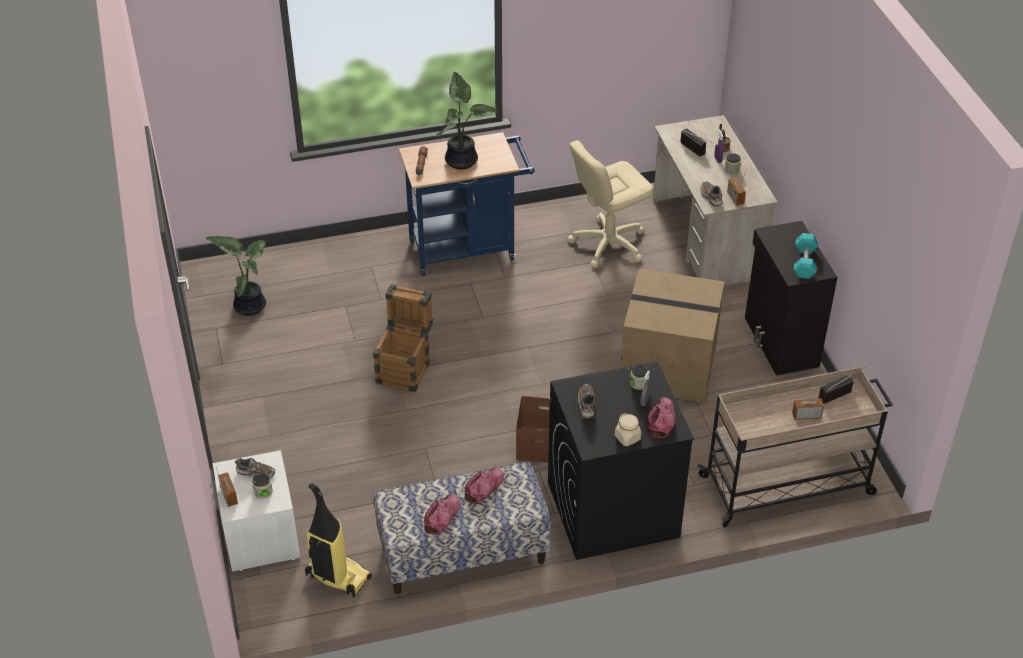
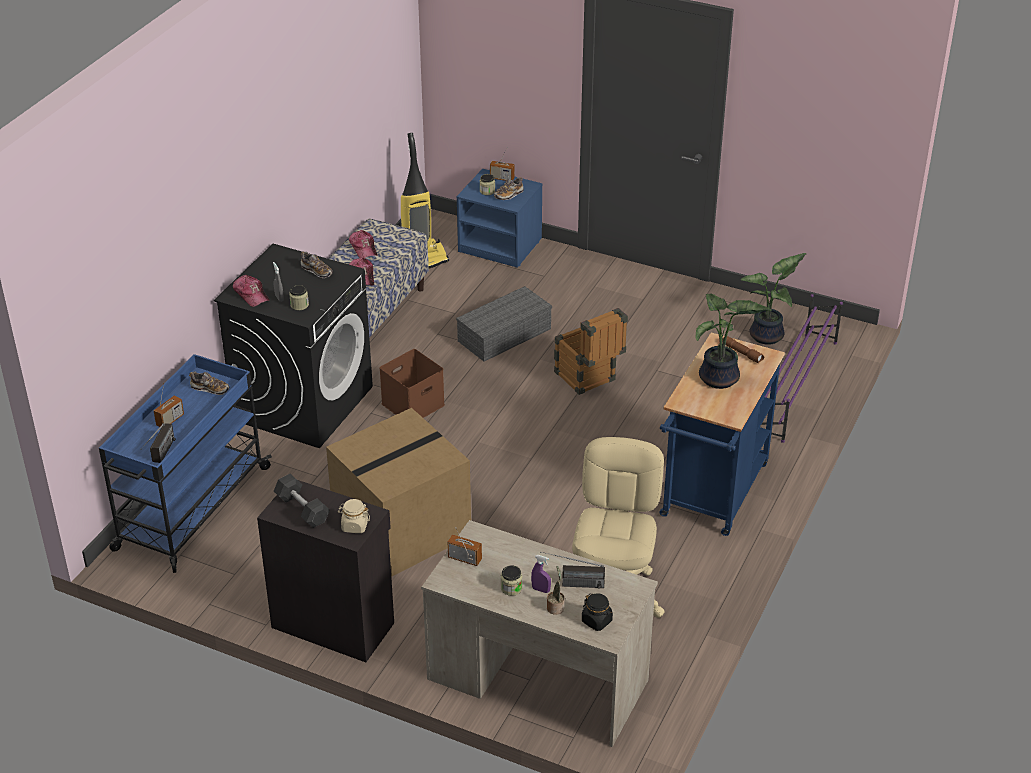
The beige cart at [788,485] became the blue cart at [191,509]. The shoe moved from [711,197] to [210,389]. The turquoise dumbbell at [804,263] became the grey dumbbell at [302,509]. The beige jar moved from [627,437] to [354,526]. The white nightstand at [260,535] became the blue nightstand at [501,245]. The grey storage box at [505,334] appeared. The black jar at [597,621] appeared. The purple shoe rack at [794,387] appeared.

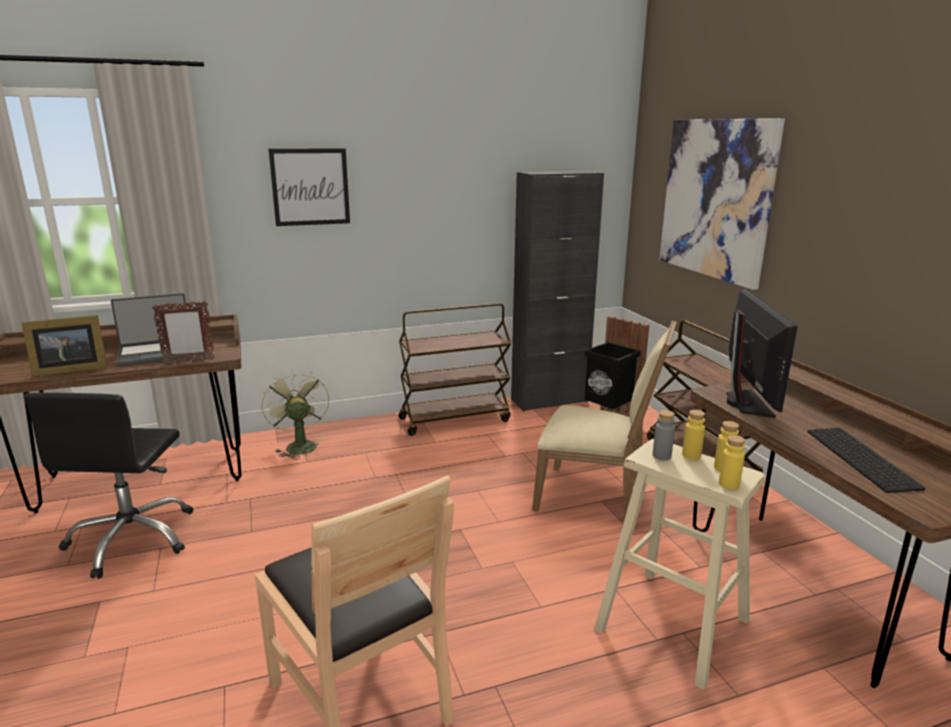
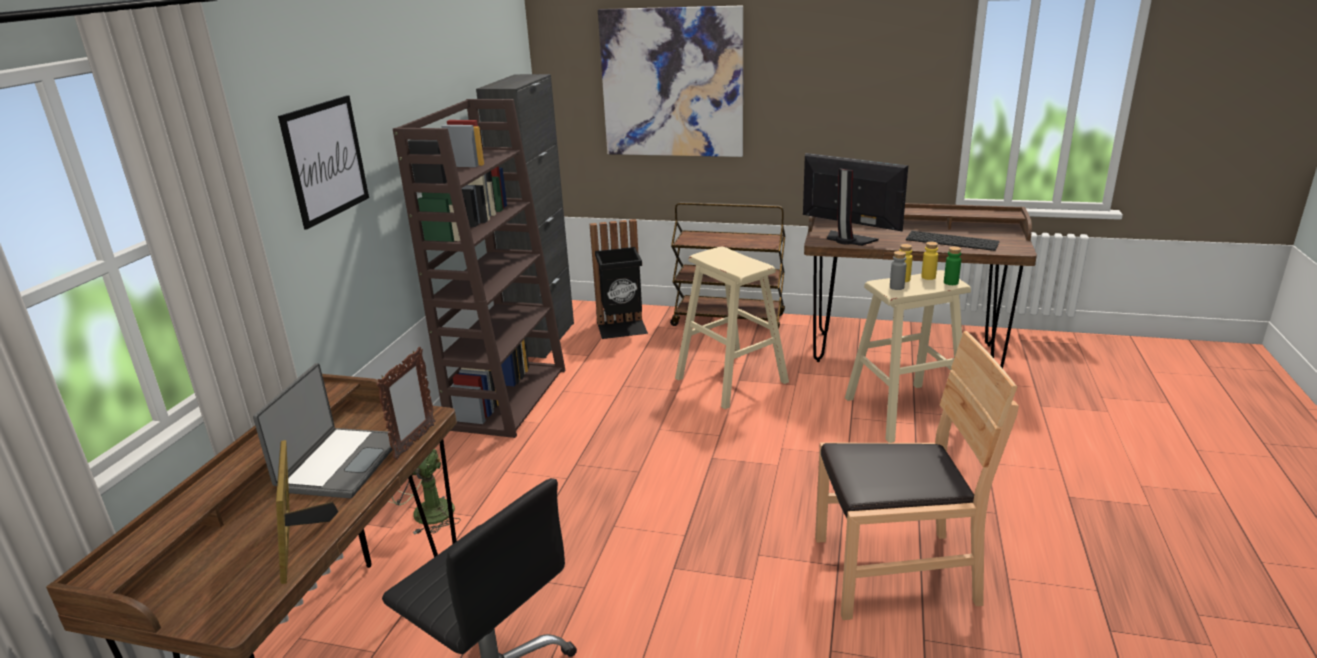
The picture frame at [69,370] turned 150 degrees clockwise. The brown cart at [455,419] was replaced by the brown bookcase at [508,397]. The beige chair at [595,497] was replaced by the beige stool at [731,380]. The yellow bottle at [729,484] became the green bottle at [951,282].

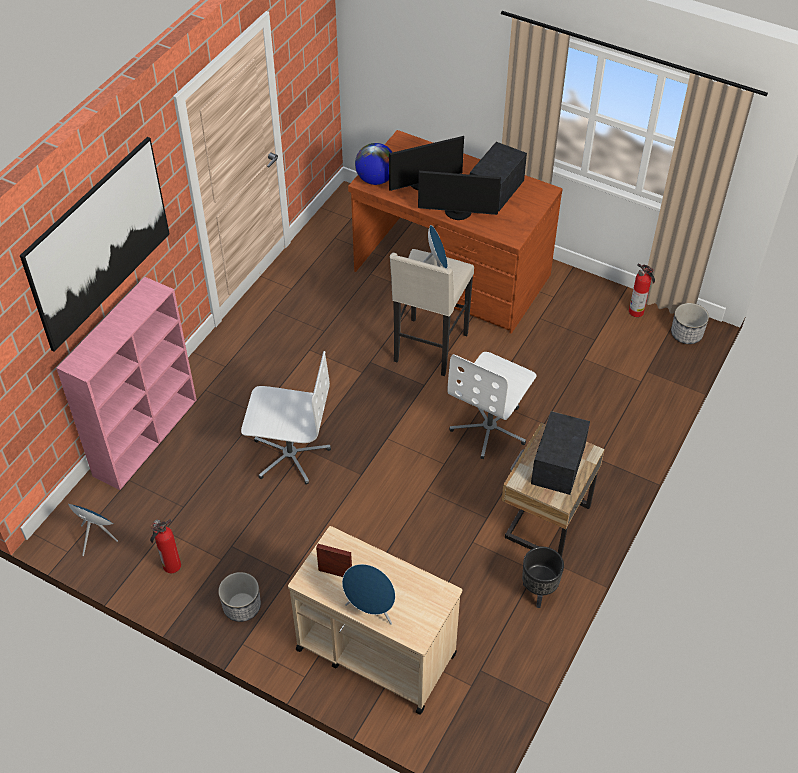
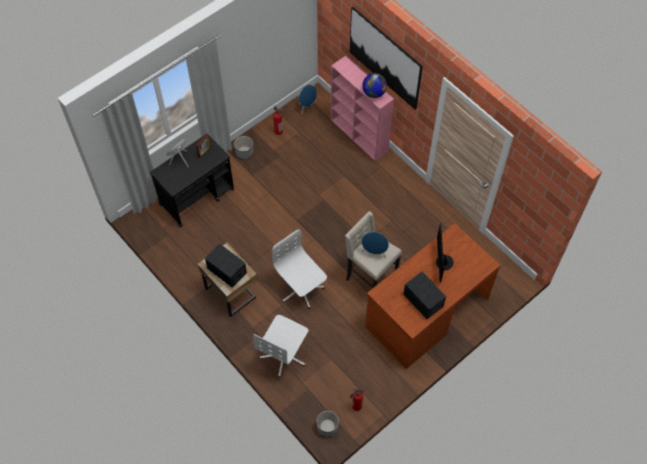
The beige cart at [375,651] became the black cart at [197,196]. The white office chair moved from [290,454] to [284,355]. The globe moved from [375,179] to [374,93]. The monitor at [458,213] disappeared. The black planter at [538,593] disappeared.

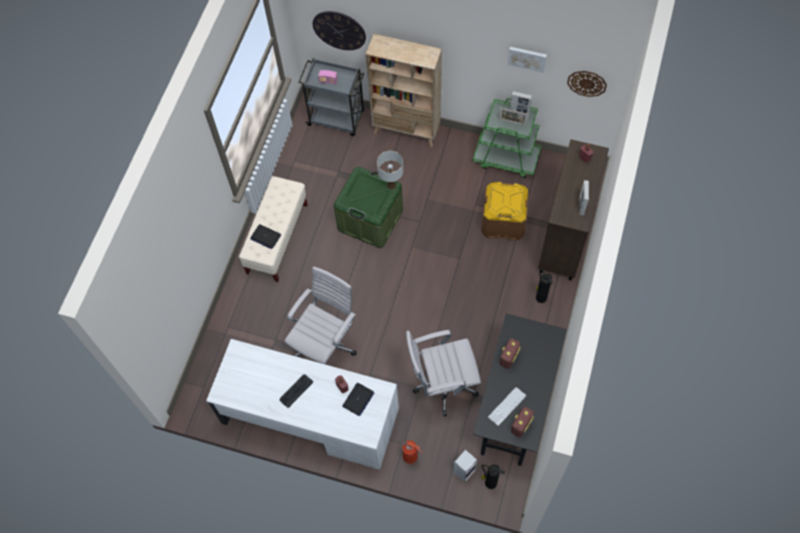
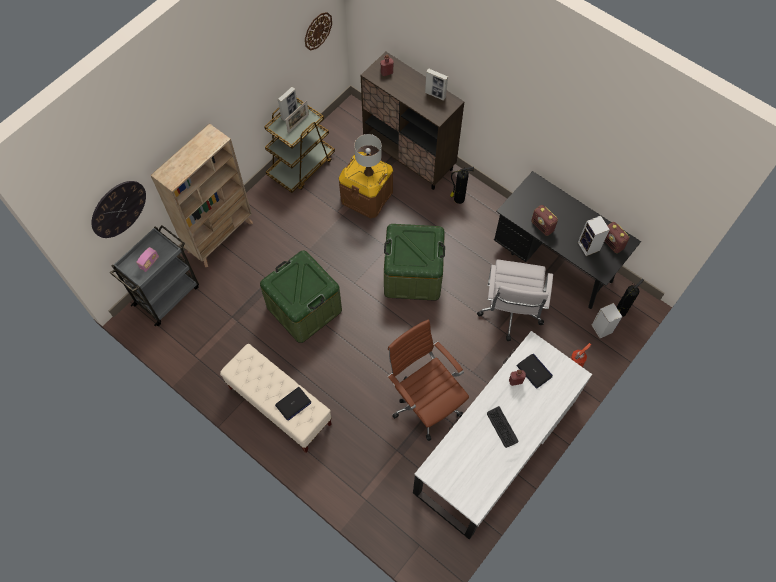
The green cart at [506,158] became the brown cart at [301,166]. The white table lamp moved from [391,185] to [368,172]. The green storage box at [413,275] appeared. The white office chair at [326,345] became the brown office chair at [424,402]. The keyboard at [507,406] was replaced by the speaker at [589,247]. The picture at [527,58] disappeared.

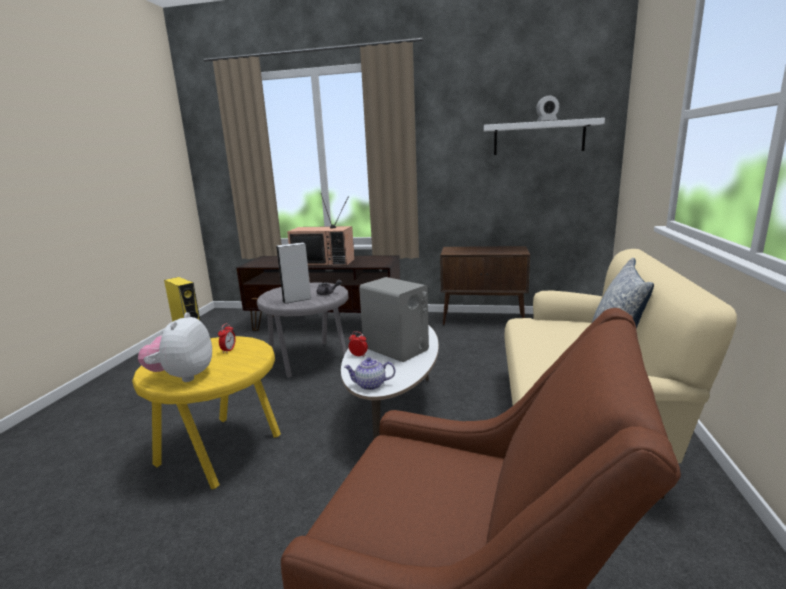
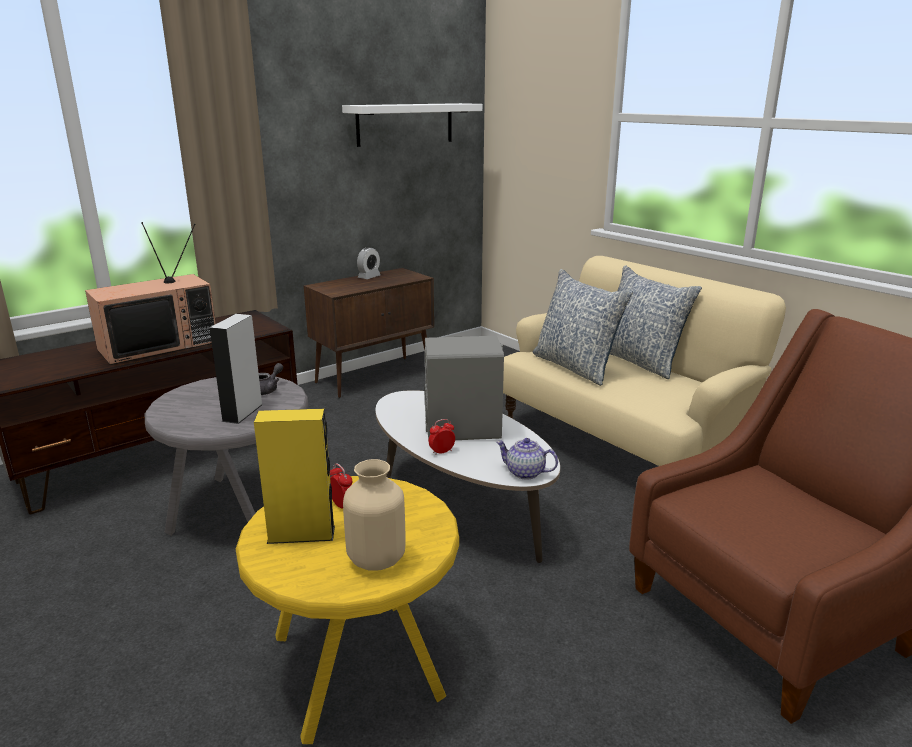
The plush toy at [183,376] was replaced by the beige vase at [377,559]. The alarm clock moved from [547,121] to [369,277]. The teapot at [370,385] turned 75 degrees clockwise. The pillow at [576,367] appeared.

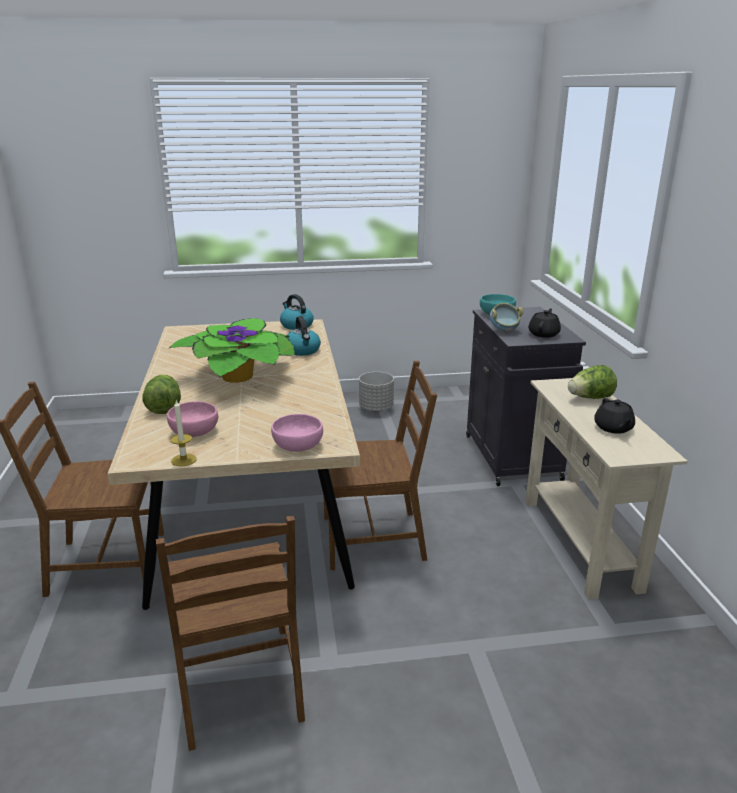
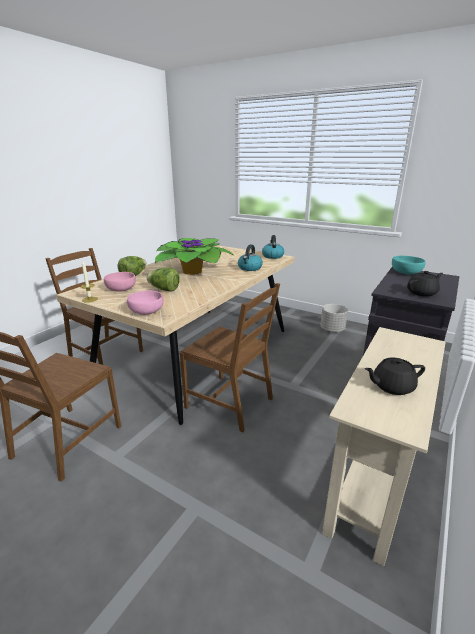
The lettuce moved from [590,398] to [164,289]. The black teapot at [613,428] turned 45 degrees clockwise. The bowl at [503,331] disappeared.

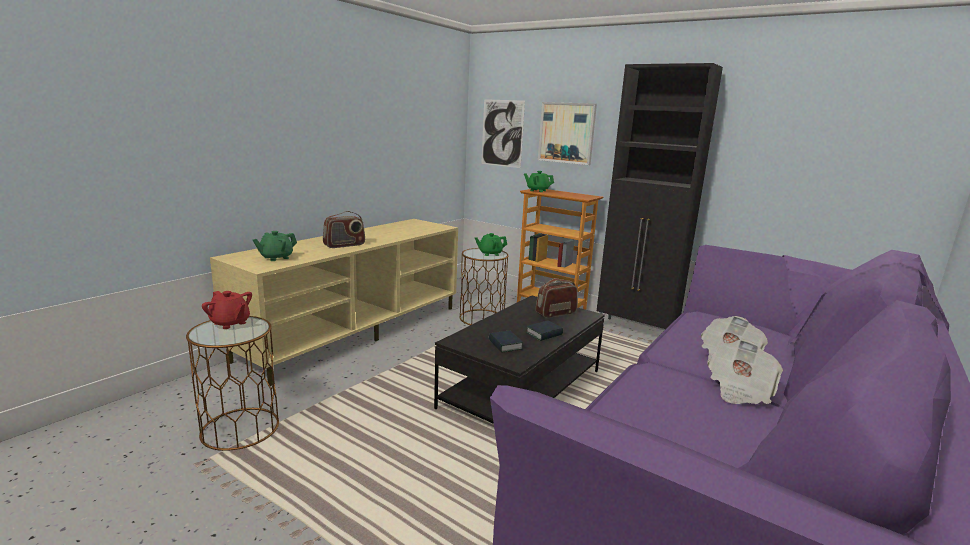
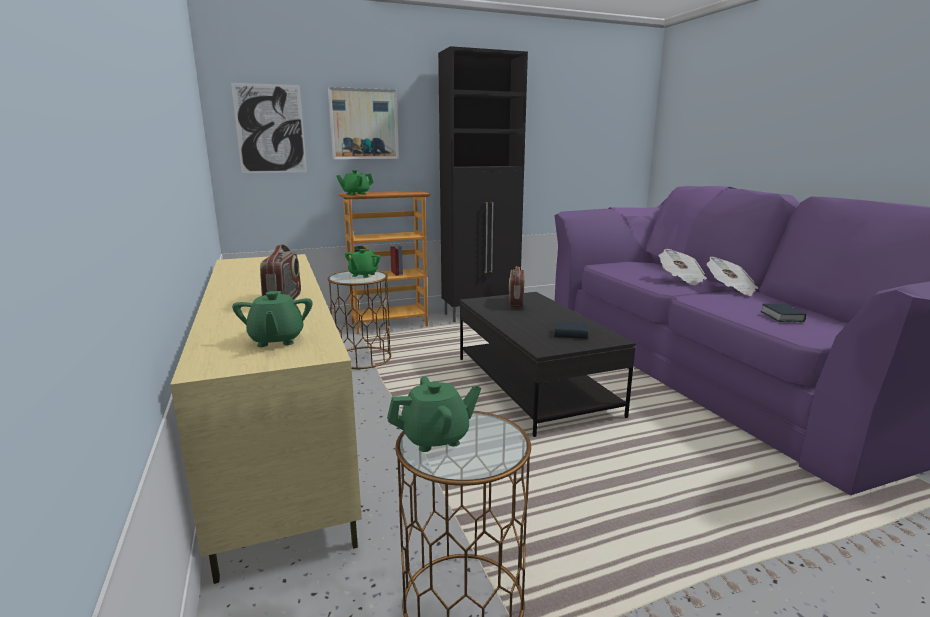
The red teapot at [230,323] became the green teapot at [436,438]. The book moved from [544,334] to [782,317].

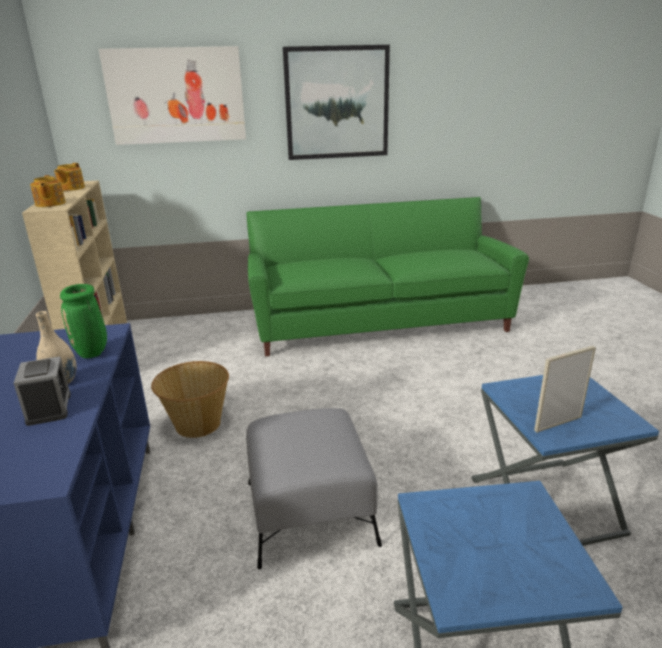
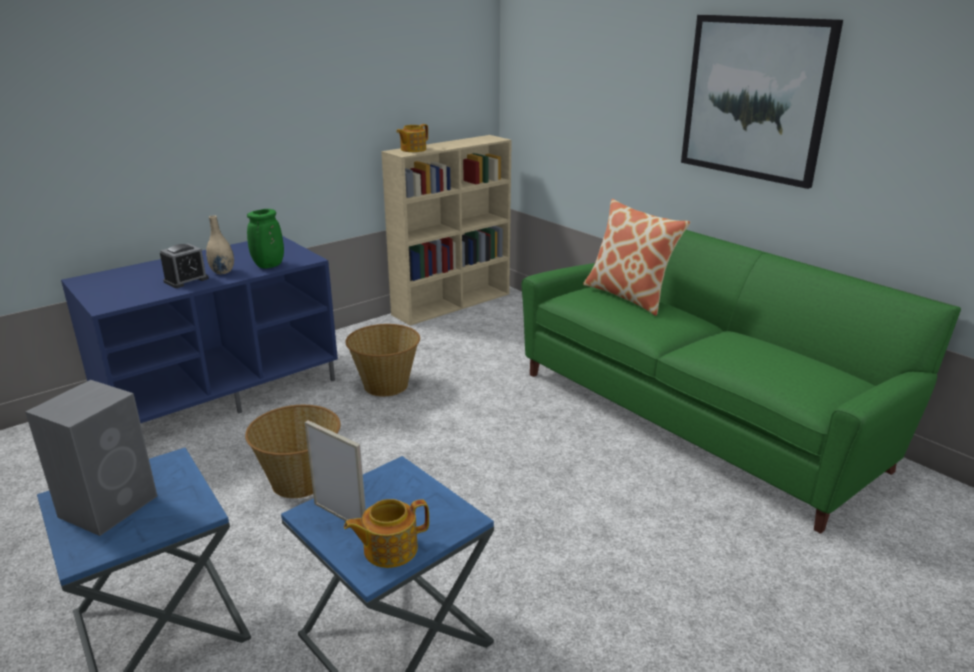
The grey speaker at [110,505] appeared. The grey ottoman at [309,513] was replaced by the basket at [300,482]. The teapot moved from [71,188] to [389,549]. The pillow at [629,296] appeared. The picture at [176,96] disappeared.

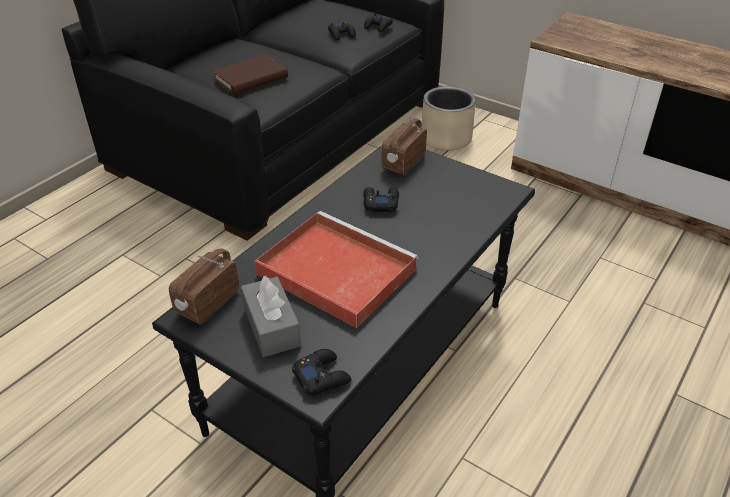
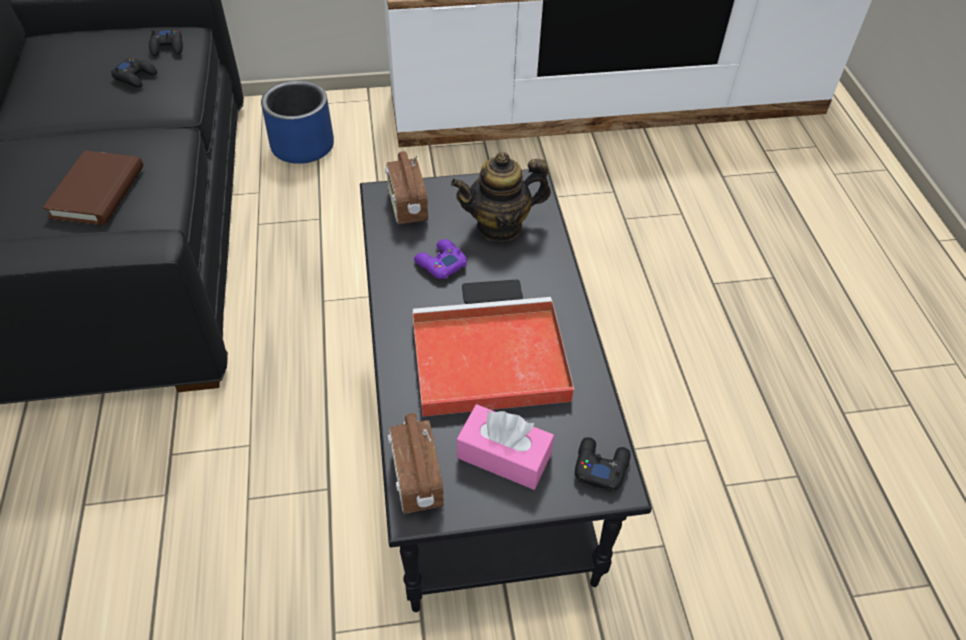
The beige planter at [446,139] became the blue planter at [303,146]. The black game controller at [380,203] became the purple game controller at [440,263]. The teapot at [499,226] appeared. The grey tissue box at [271,327] became the pink tissue box at [504,456]. The phone at [492,292] appeared.

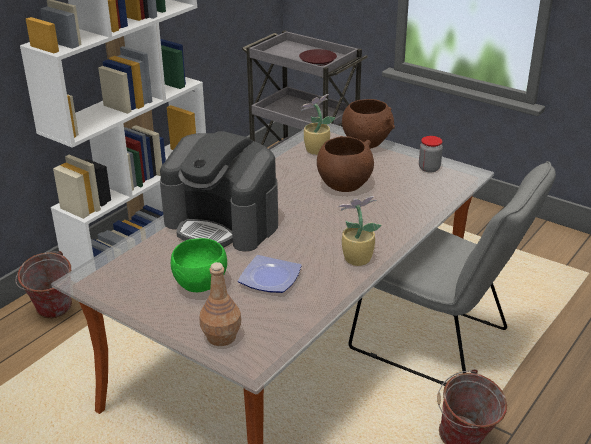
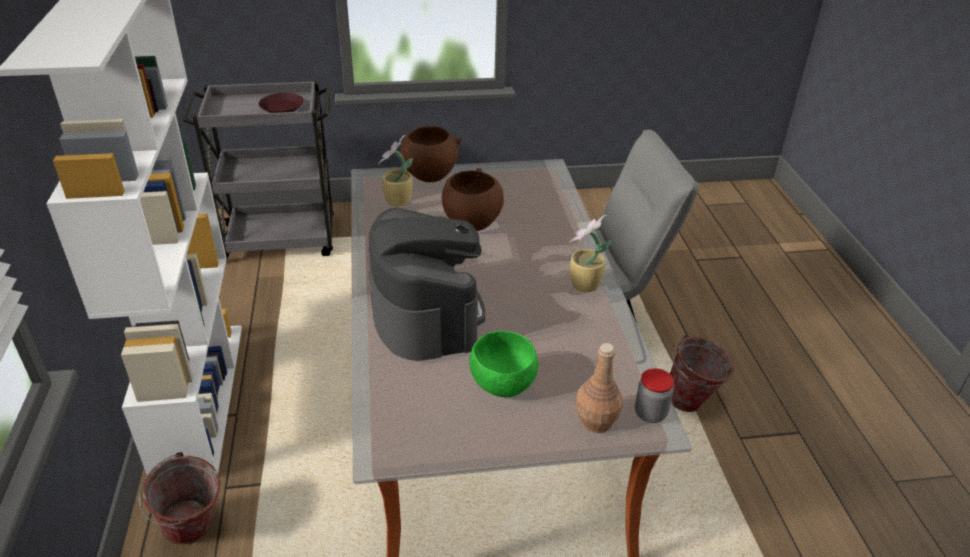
The coffee machine at [223,223] turned 90 degrees counterclockwise. The jar moved from [429,168] to [650,413]. The plate at [271,277] disappeared.

